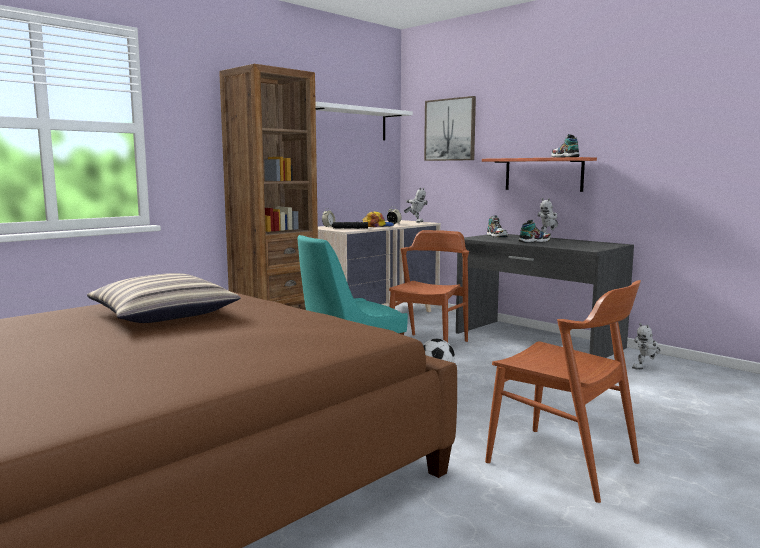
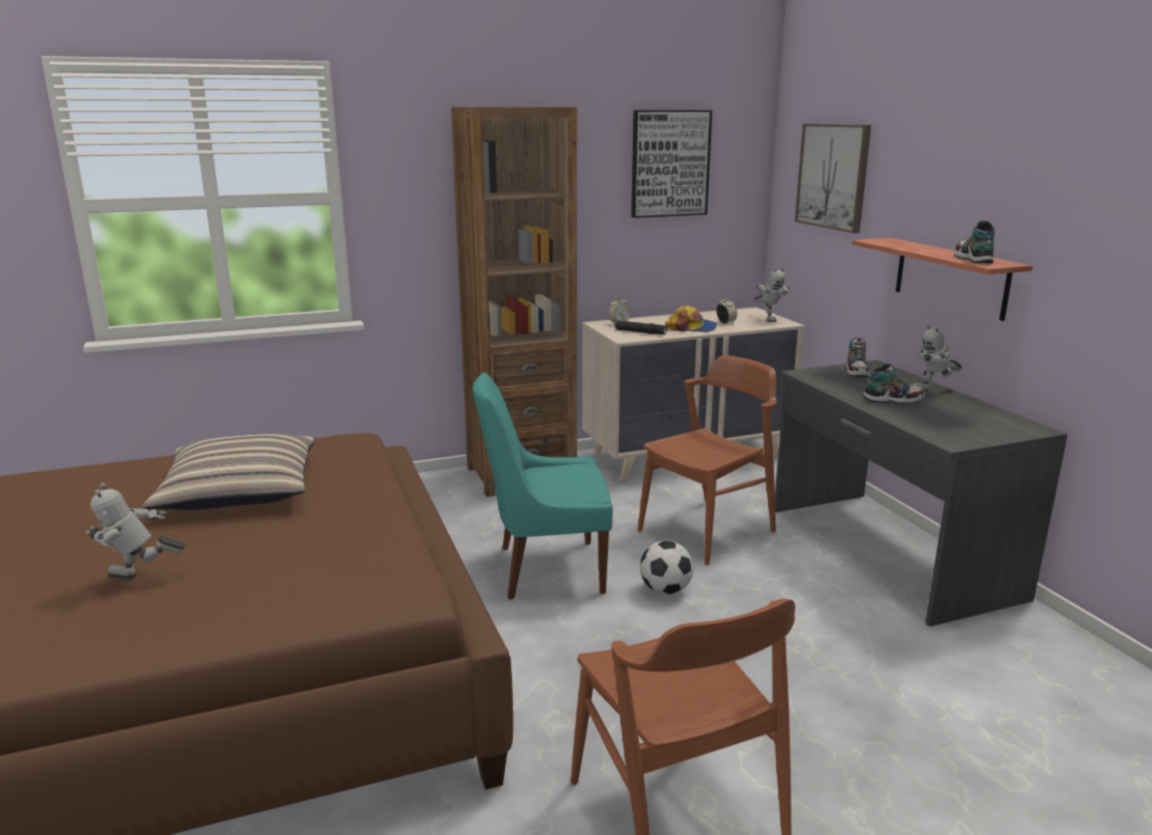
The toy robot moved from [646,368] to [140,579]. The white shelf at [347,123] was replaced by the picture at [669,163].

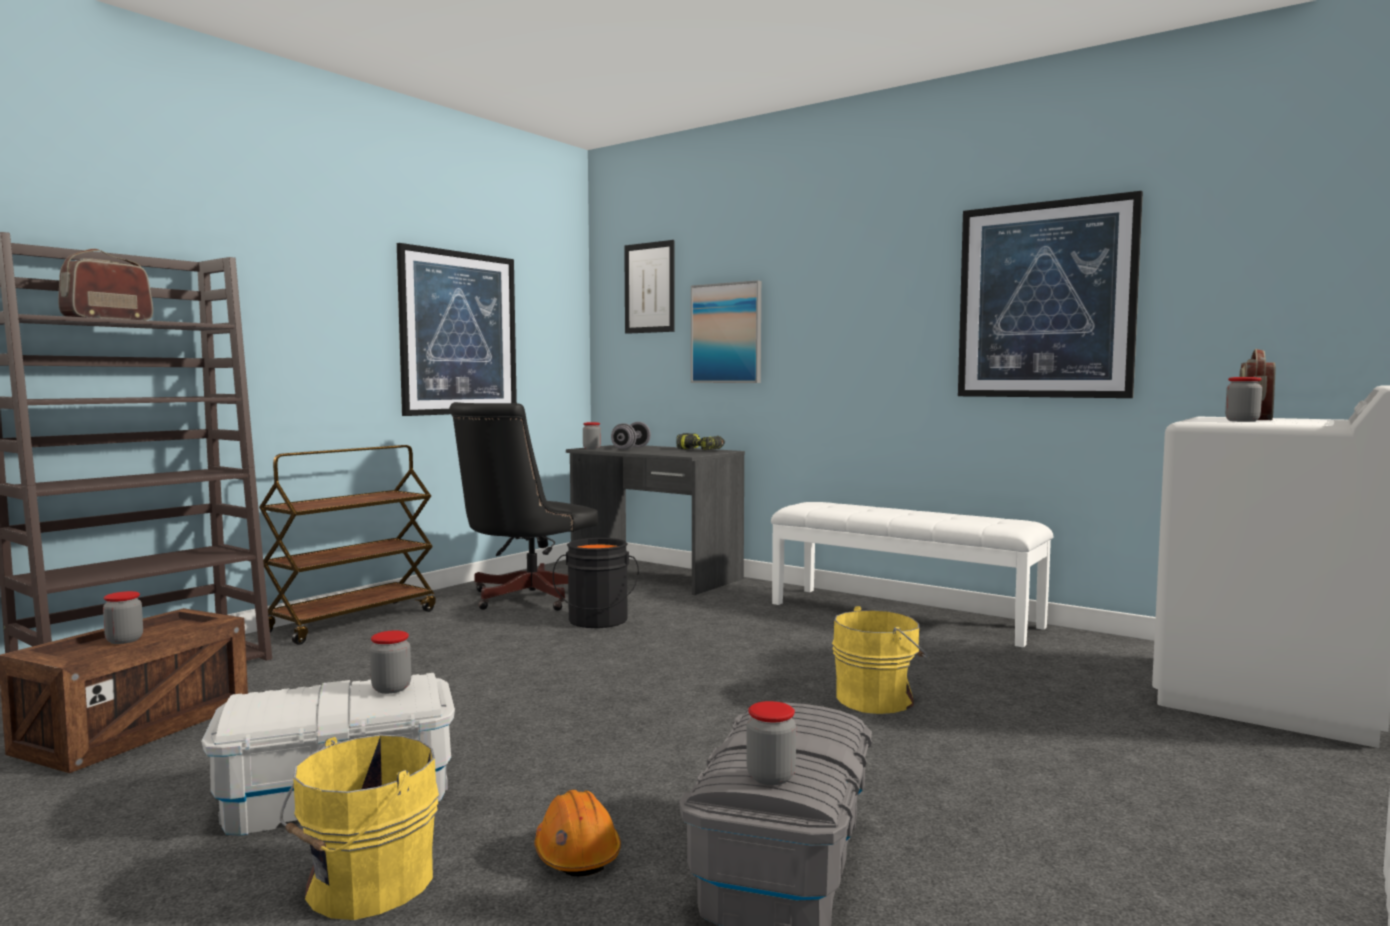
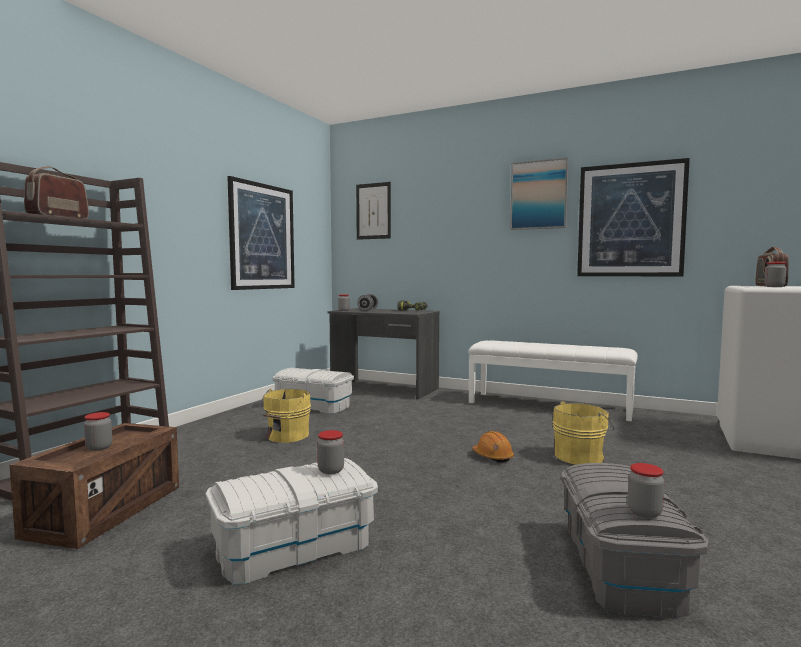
The yellow bucket moved from [363,885] to [286,436]. The black office chair at [524,599] was replaced by the white storage box at [313,406]. The orange hard hat moved from [576,853] to [493,456]. The picture moved from [726,333] to [539,195]. The brown cart at [352,621] disappeared. The black bucket at [597,621] disappeared.

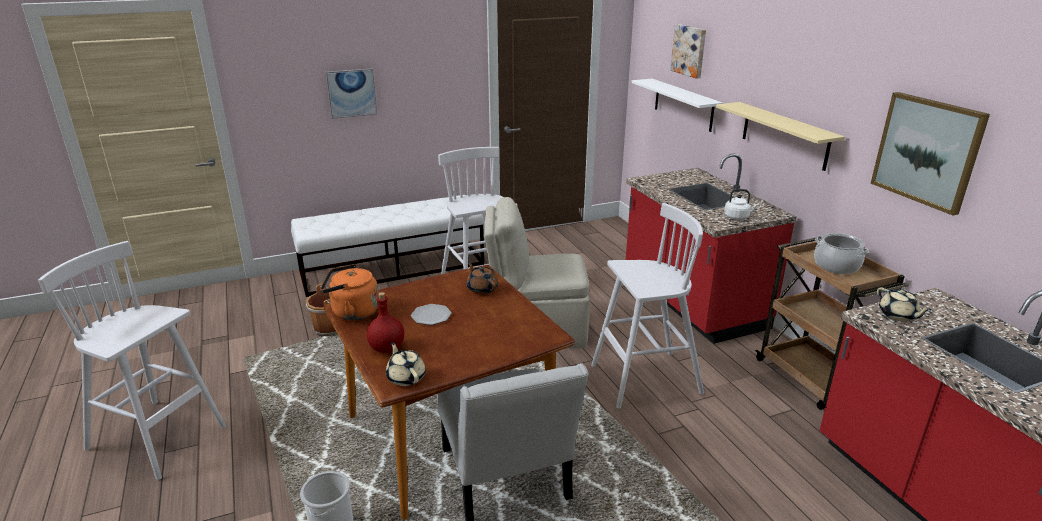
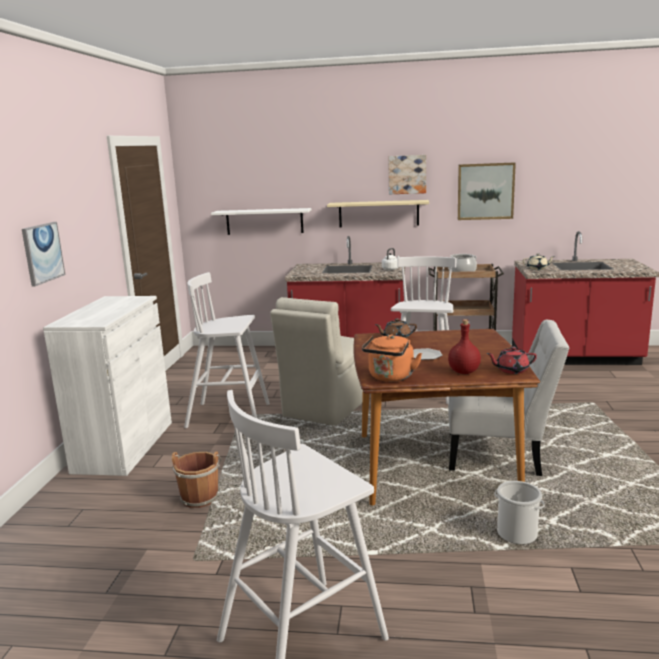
The white bench at [393,268] was replaced by the white cabinet at [124,446]. The picture moved from [689,50] to [407,174]. The beige teapot at [406,377] became the red teapot at [511,370].

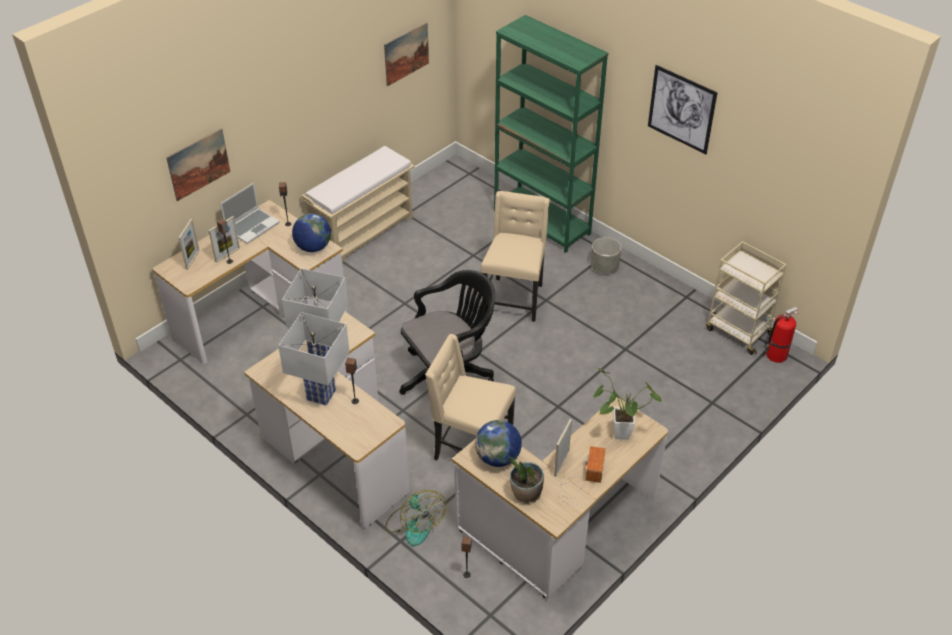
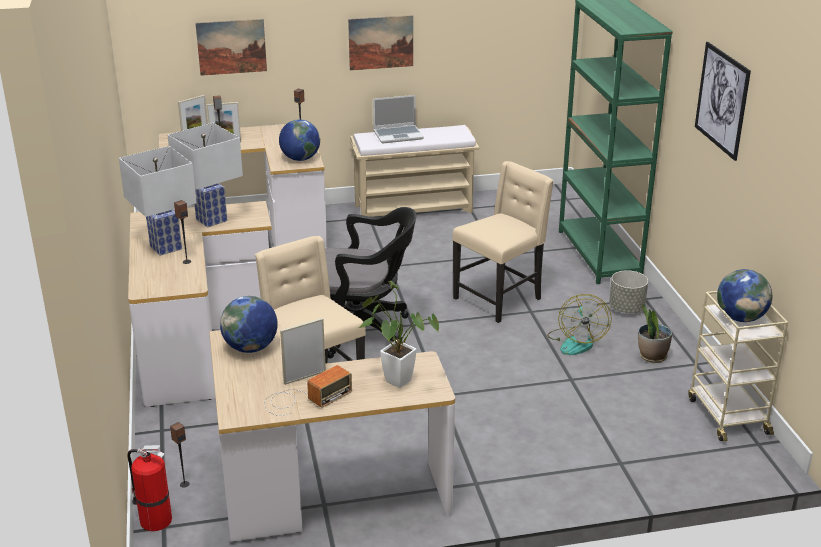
The fire extinguisher moved from [775,355] to [154,520]. The picture moved from [406,53] to [381,42]. The laptop moved from [252,226] to [398,135]. The fan moved from [414,524] to [576,341]. The potted plant moved from [526,494] to [652,356]. The globe at [740,318] appeared.

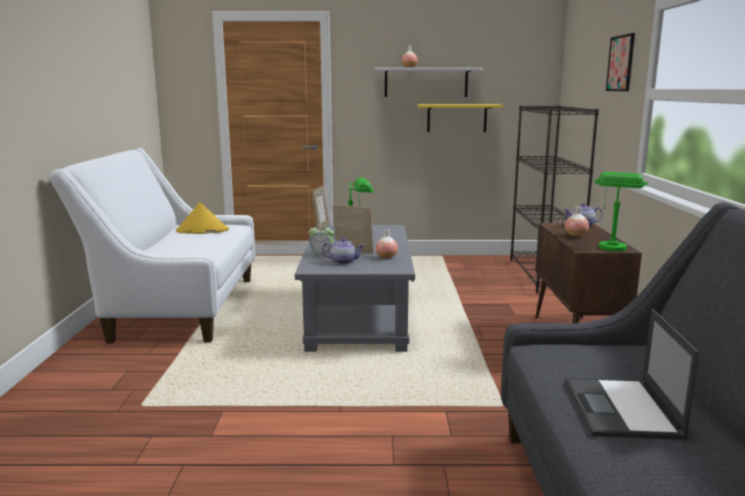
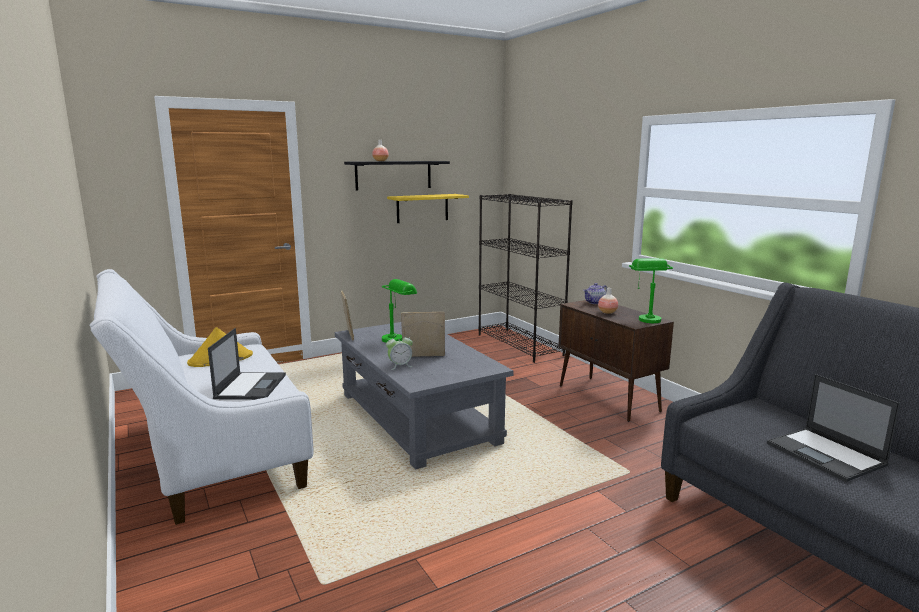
The laptop at [251,386] appeared. The white shelf at [426,82] became the black shelf at [393,175]. The teapot at [343,262] disappeared. The vase at [386,257] disappeared. The picture at [620,63] disappeared.

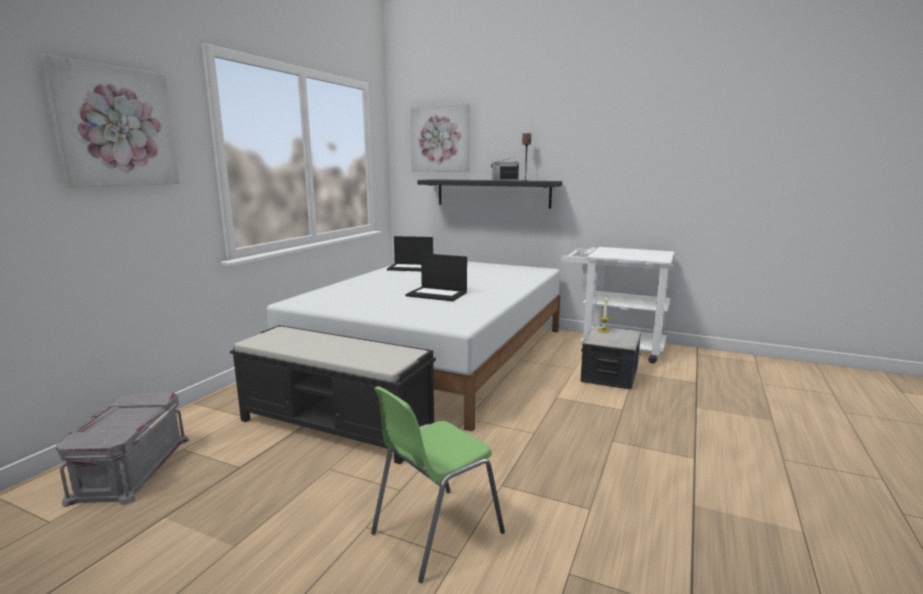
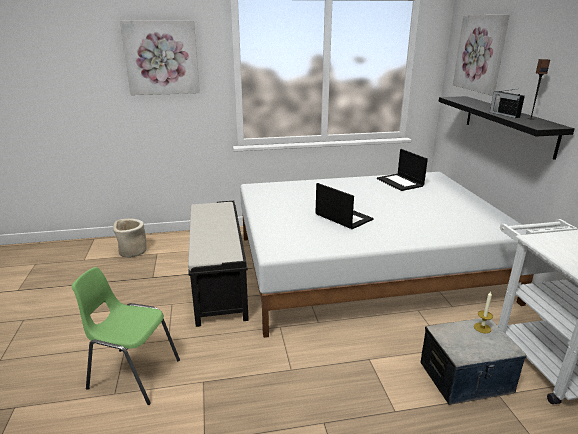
The grey storage box at [130,468] was replaced by the beige planter at [132,251]. The laptop at [437,294] turned 150 degrees clockwise.

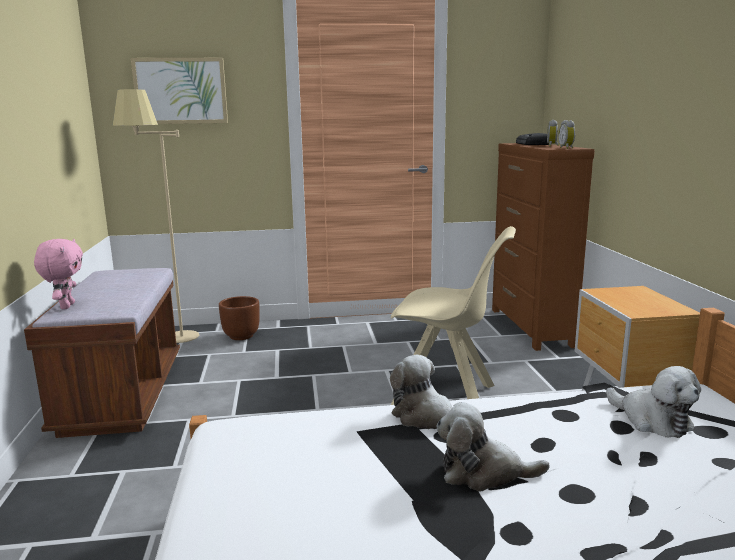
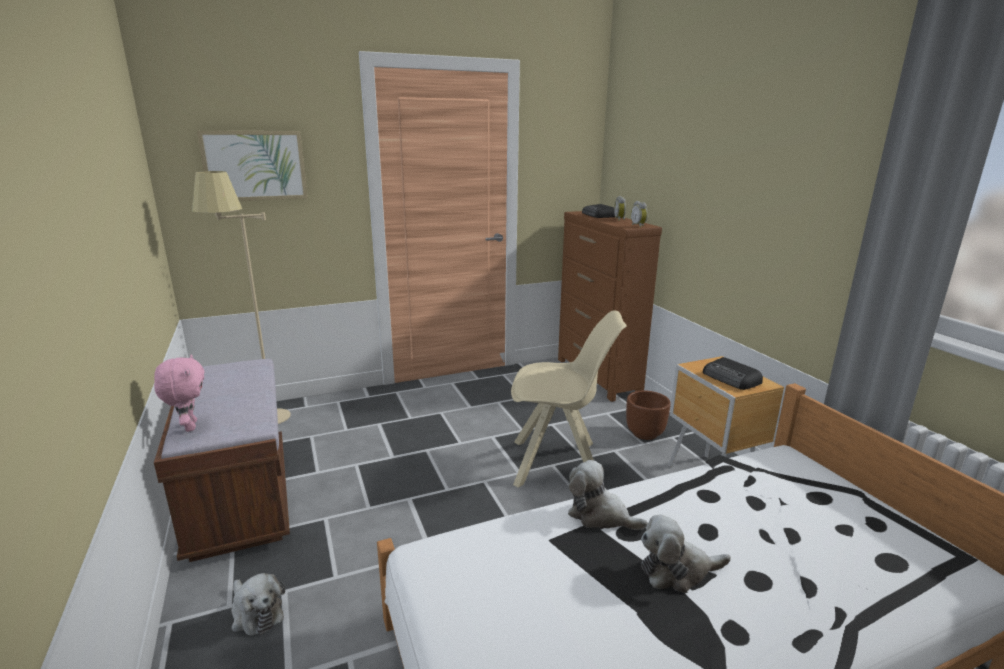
The plush toy moved from [652,420] to [256,613]. The brown planter moved from [241,336] to [644,434]. The radio at [731,379] appeared.

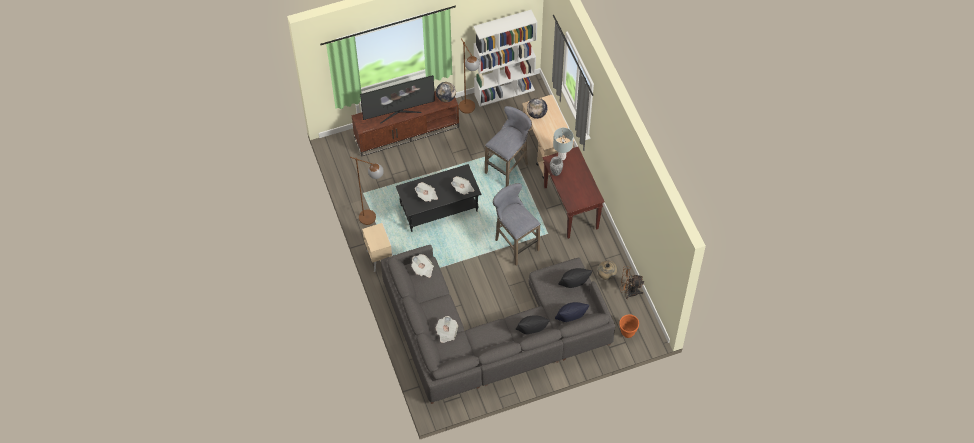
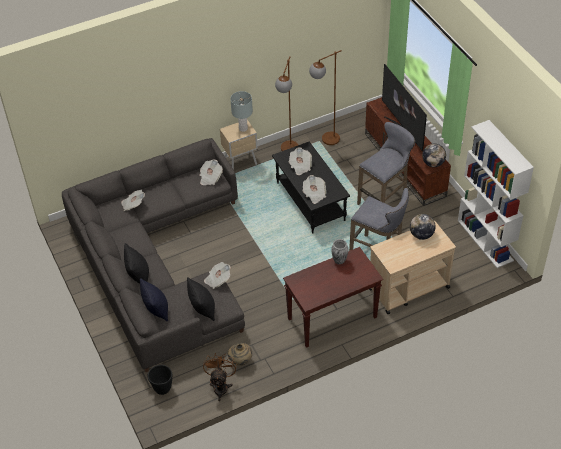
The orange planter at [627,333] became the black planter at [162,388]. The newspaper at [217,280] appeared. The grey table lamp moved from [561,157] to [243,128]. The brown floor lamp moved from [469,111] to [325,141]. The grey stool moved from [515,243] to [384,200].

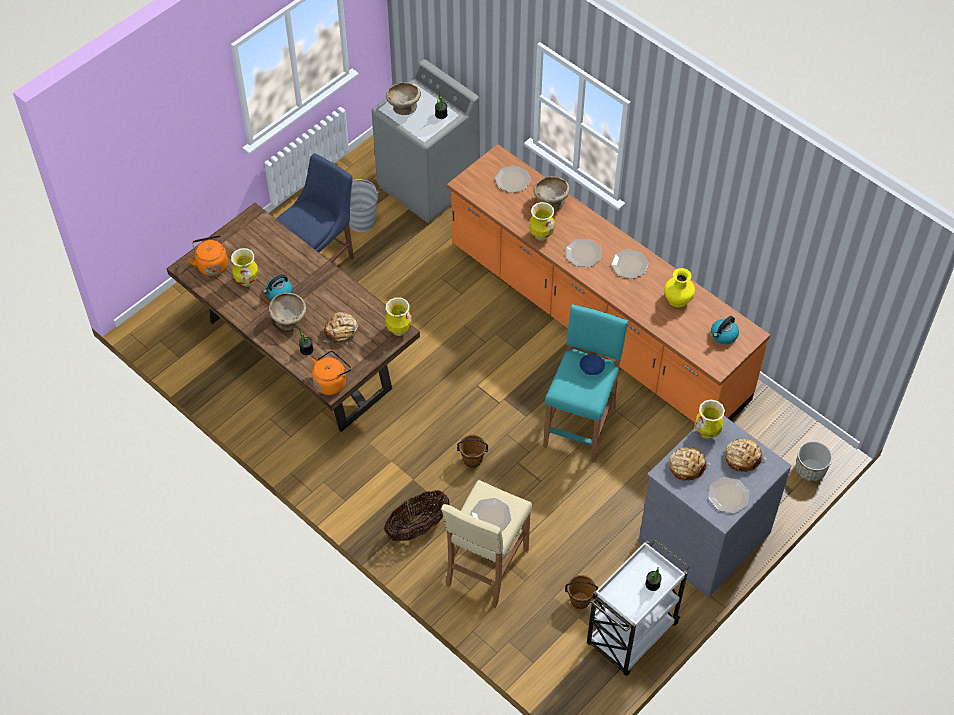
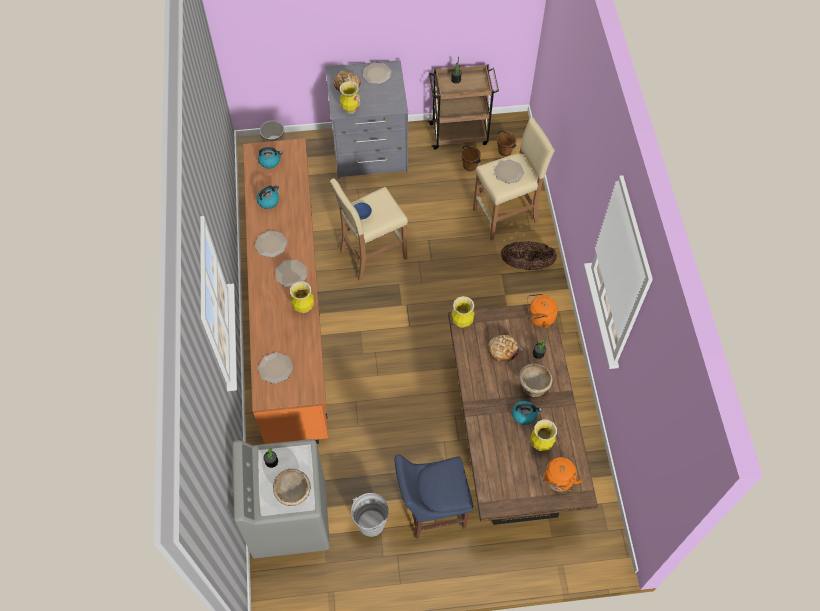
The yellow vase at [678,299] was replaced by the kettle at [268,201]. The turquoise stool at [580,426] became the beige stool at [372,254]. The white cart at [631,635] became the brown cart at [460,134]. The brown bucket moved from [472,460] to [505,151]. The beige bowl at [550,202] disappeared. The bread at [686,466] disappeared.

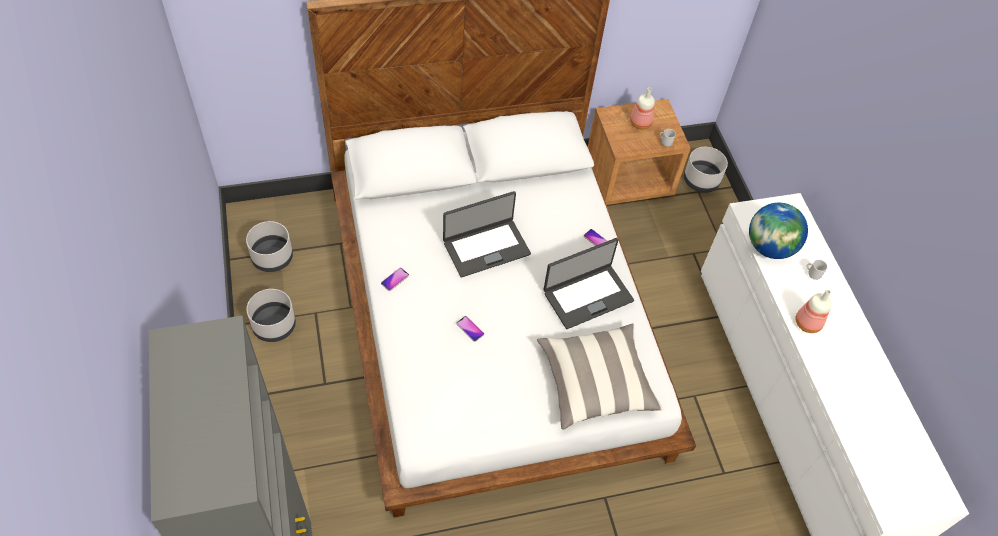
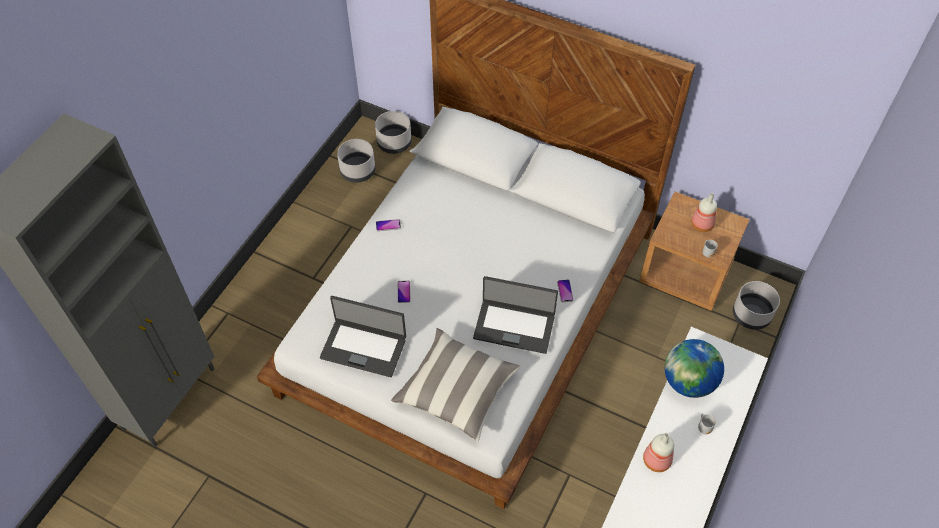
The laptop moved from [486,247] to [364,347]. The grey planter moved from [274,325] to [394,142].

